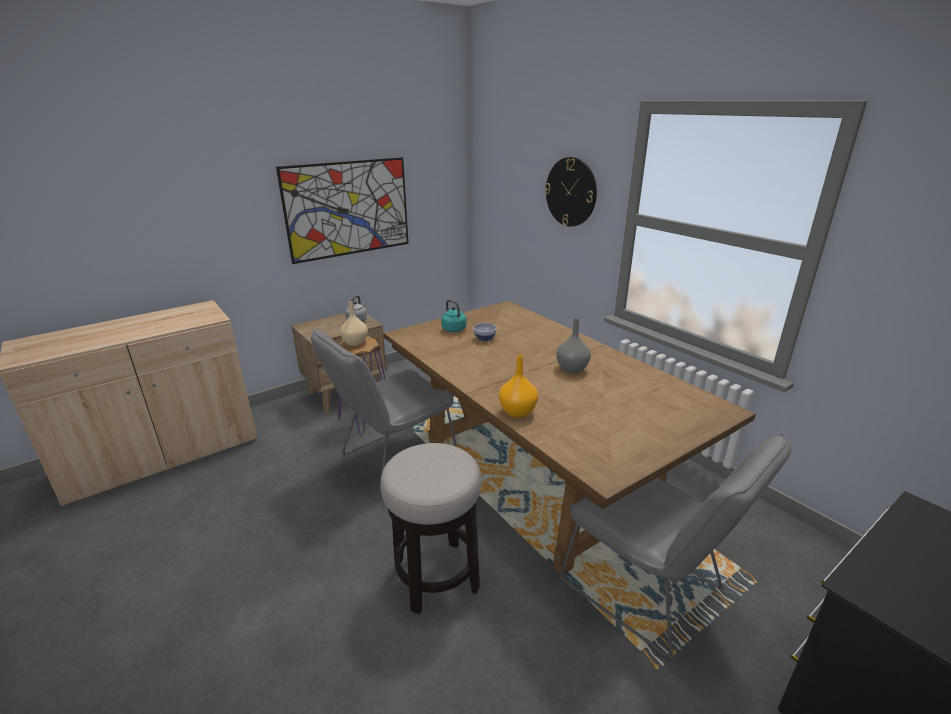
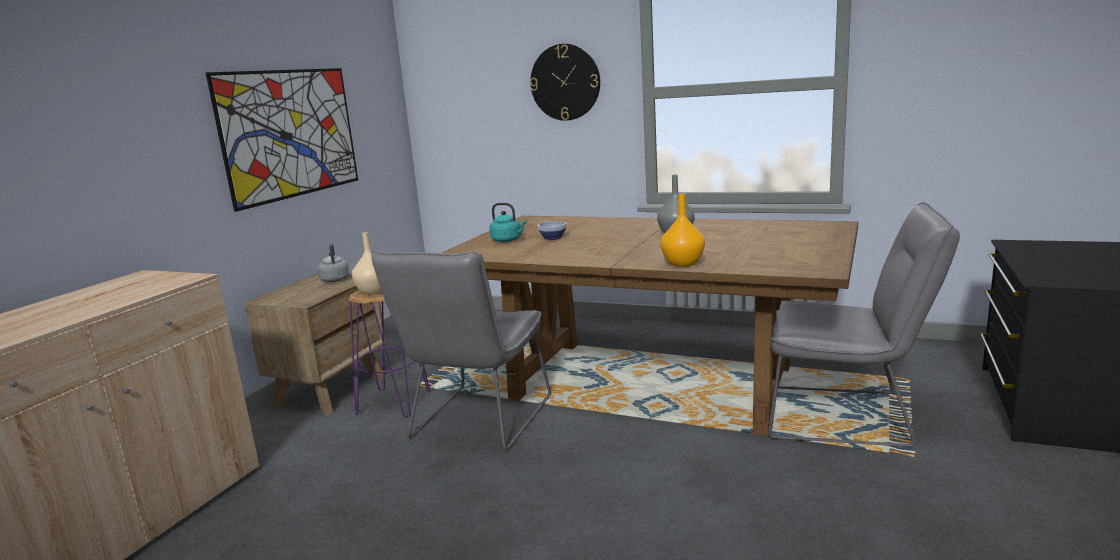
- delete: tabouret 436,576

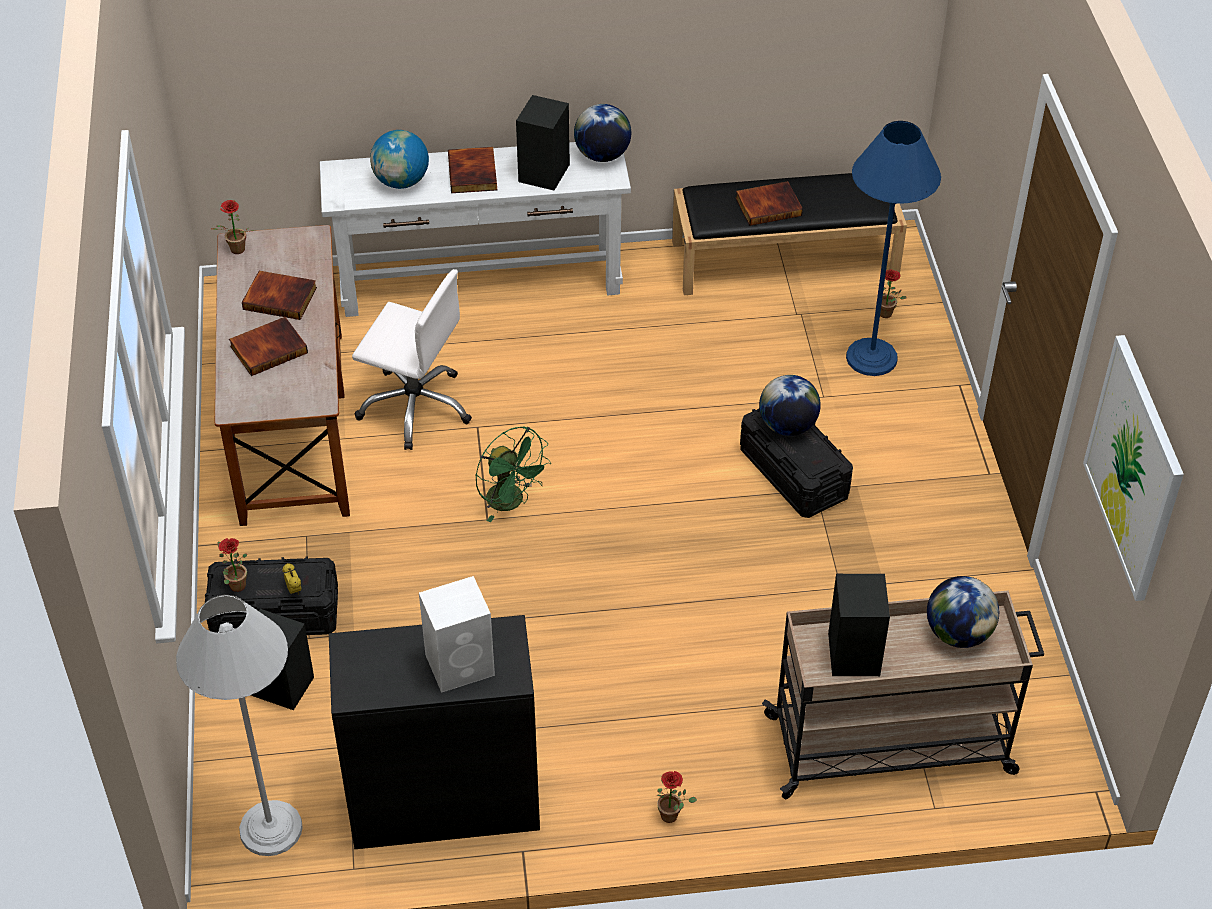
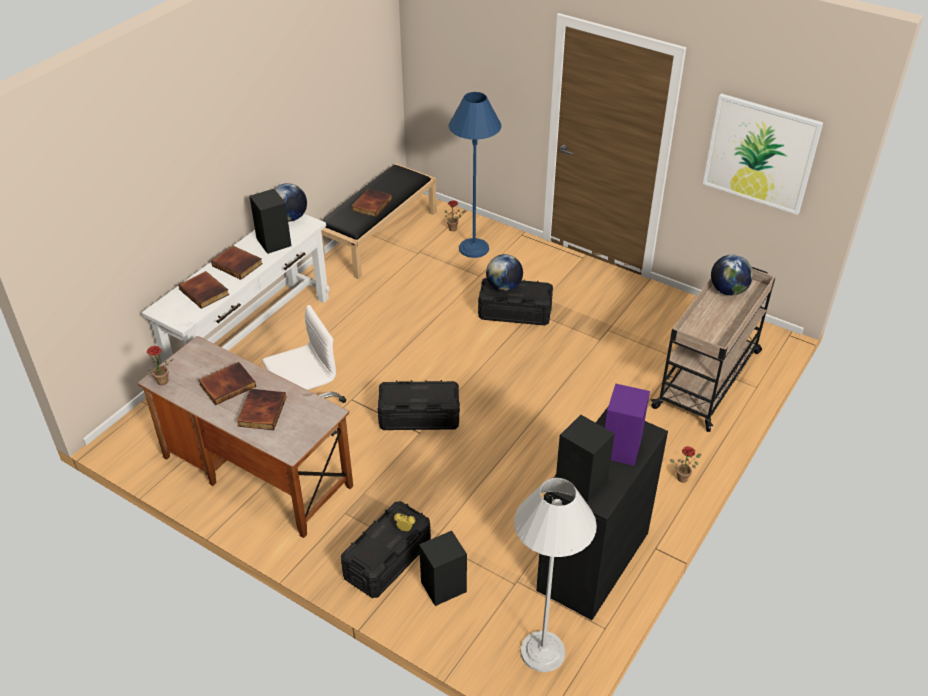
- replace: globe 401,182 to livre 205,292
- replace: ventilateur/vert 511,502 to boîte de rangement/noir 419,417
- delete: plante en pot 235,584
- move: enceinte/noir 854,656 to 582,482
- recolor: enceinte/blanc 461,664 to enceinte/violet 621,447

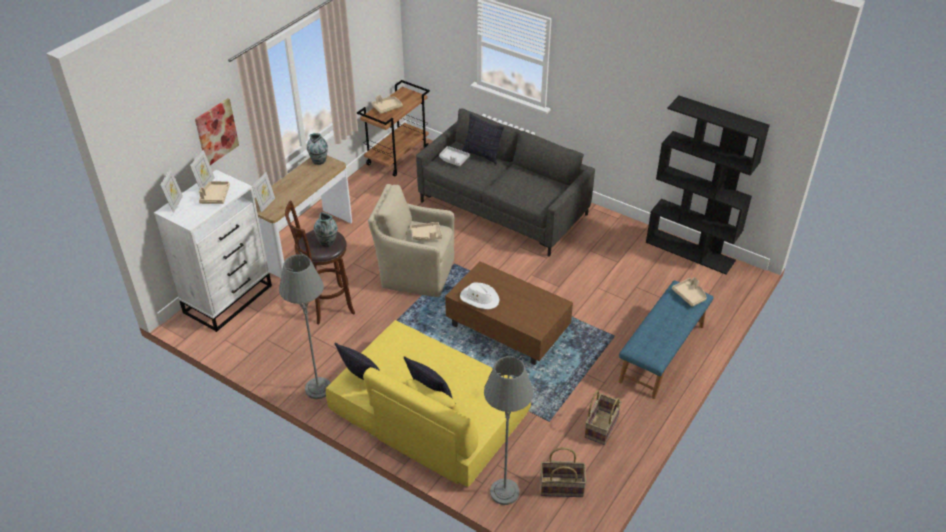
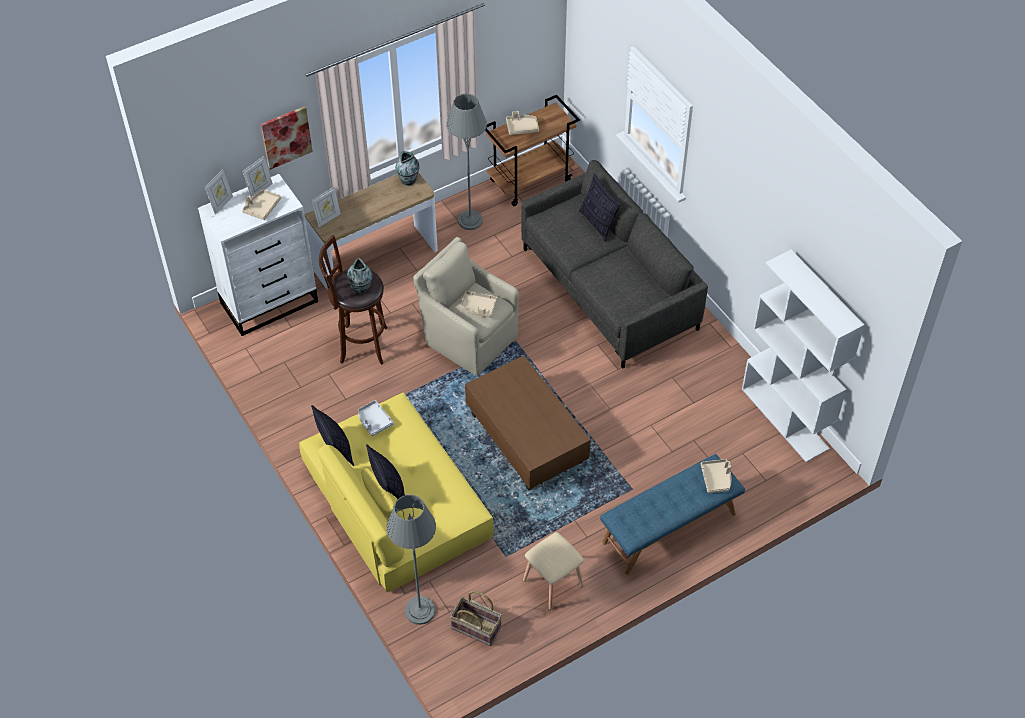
- recolor: bibliothèque/noir 690,251 to bibliothèque/blanc 785,419
- move: plateau/gris 453,159 to 374,421
- move: lampadaire/gris 318,389 to 470,220
- delete: chapeau/blanc 479,298
- replace: panier 600,426 to tabouret/beige 553,582

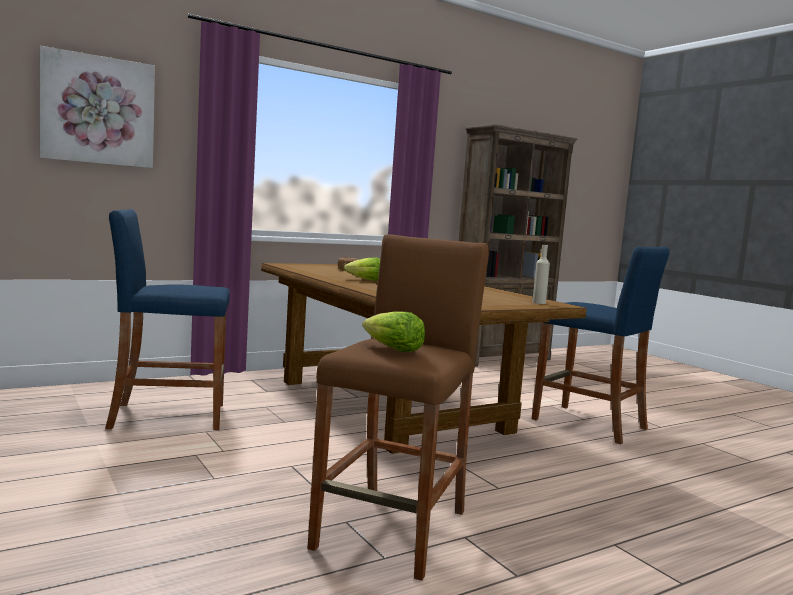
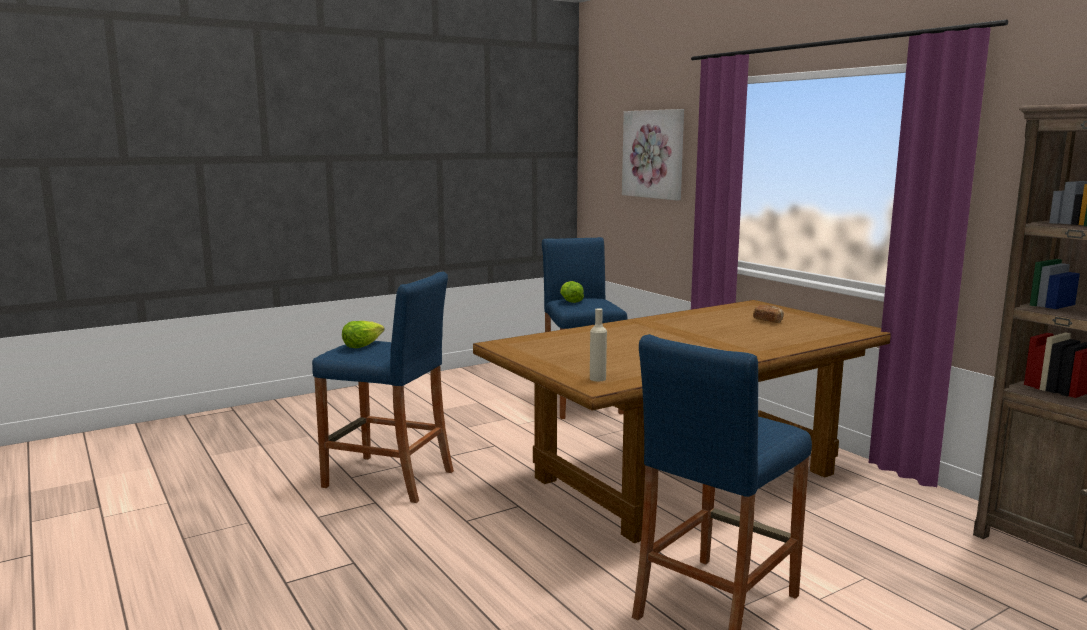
- recolor: tabouret/marron 392,530 to tabouret/bleu 388,479
- move: laitue 366,280 to 570,301

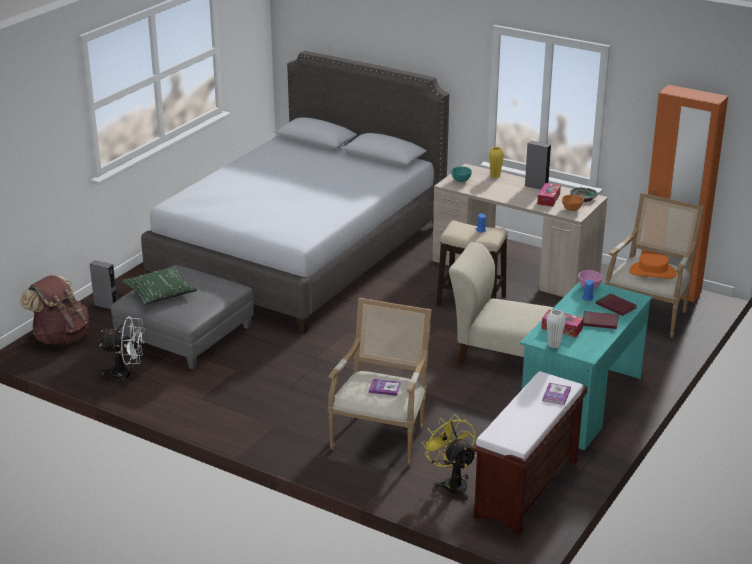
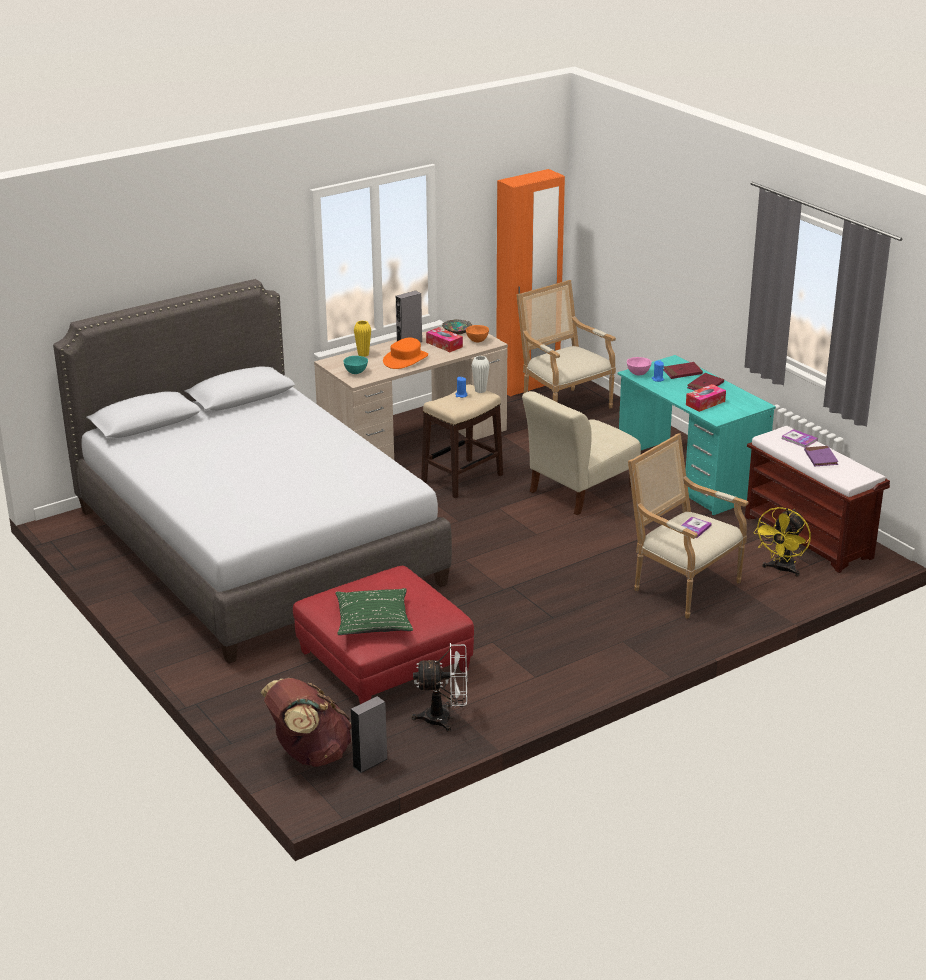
- move: chapeau/orange 652,272 to 405,359
- move: enceinte/gris 106,306 to 370,762
- recolor: pouf/gris 186,334 to pouf/rouge 384,660
- move: vase/blanc 554,345 to 480,390
- rotate: ventilateur/blanc 127,375 = 445,718 60 degrees clockwise
- rotate: ventilateur/jaune 452,483 = 781,569 60 degrees counterclockwise
- insert: livre/violet 820,458

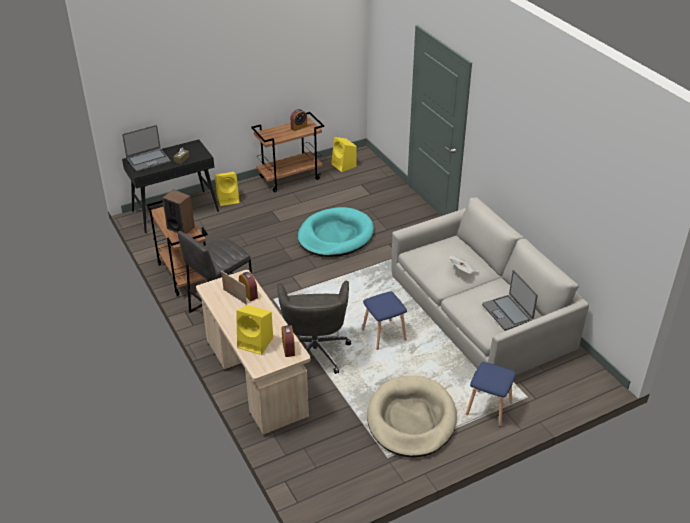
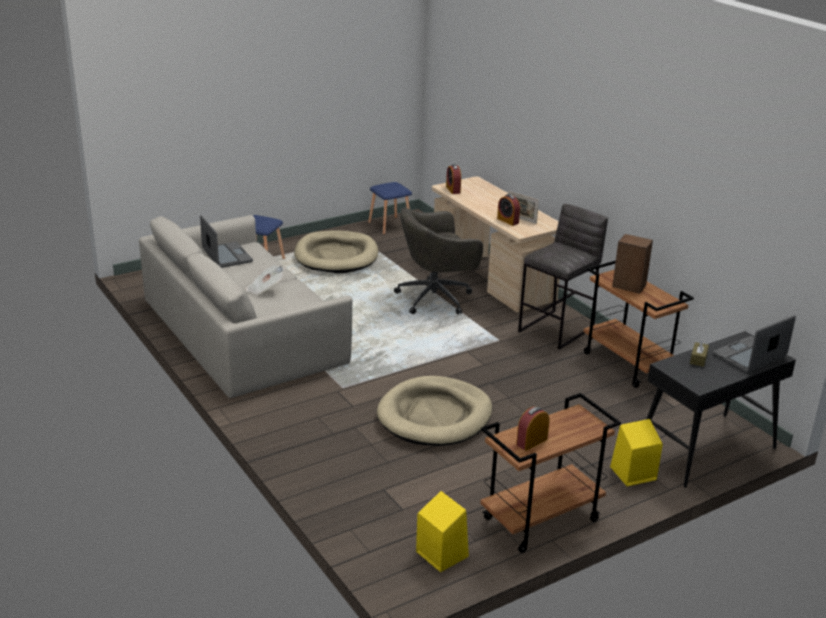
- recolor: panier pour chien/turquoise 335,236 to panier pour chien/beige 435,416
- rotate: chaise de bureau/gris 315,350 = 436,298 105 degrees counterclockwise
- move: tabouret/bleu 383,335 to 390,225
- delete: enceinte/jaune 256,342

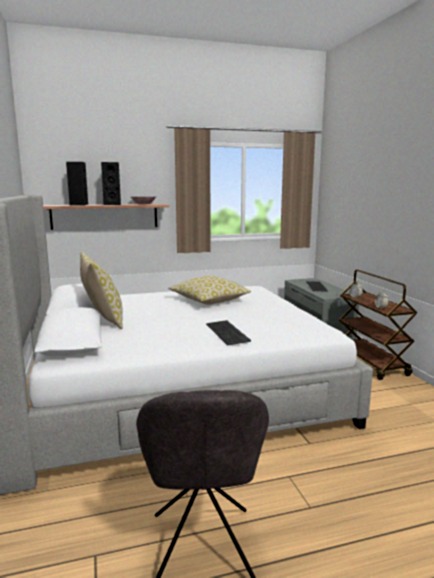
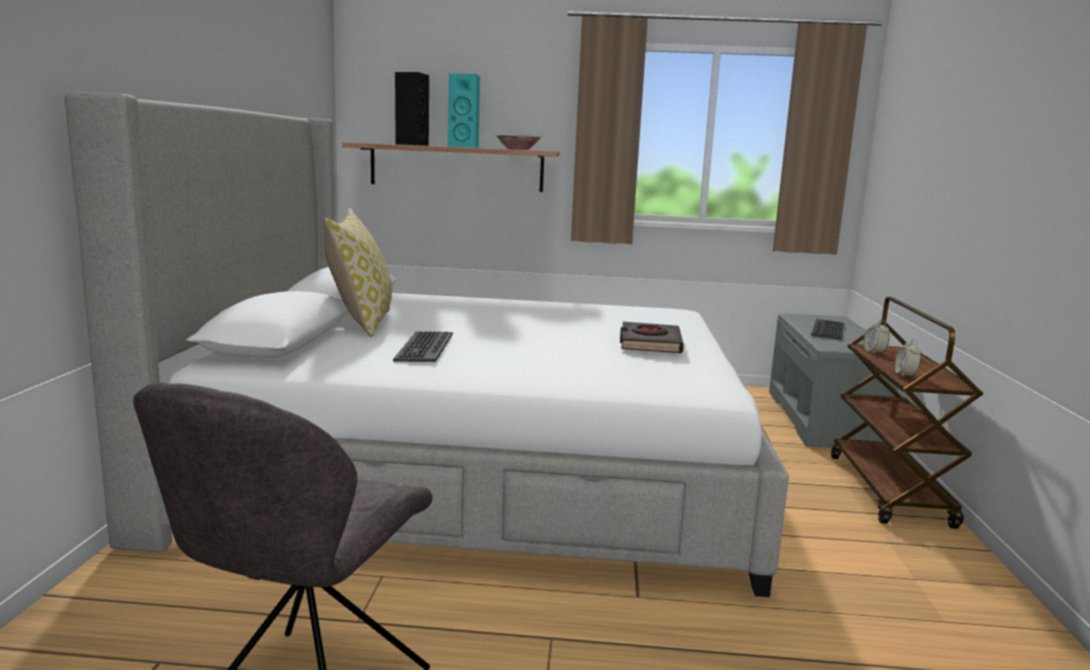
- recolor: enceinte/noir 113,204 to enceinte/turquoise 465,147
- delete: coussin 209,300
- move: clavier 226,333 to 423,347
- insert: livre/noir 650,344

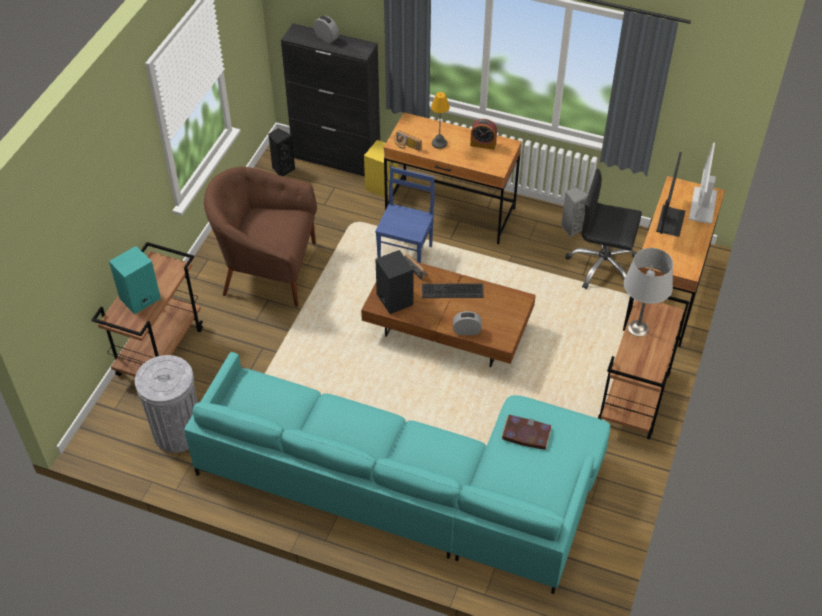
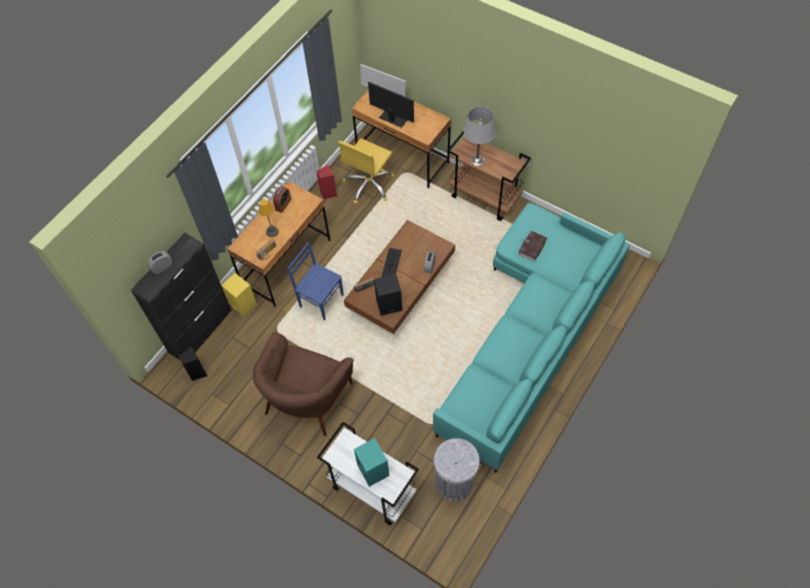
- recolor: chaise de bureau/noir 602,266 to chaise de bureau/jaune 369,185
- recolor: enceinte/gris 572,227 to enceinte/rouge 328,193
- recolor: chariot/marron 160,351 to chariot/blanc 371,489

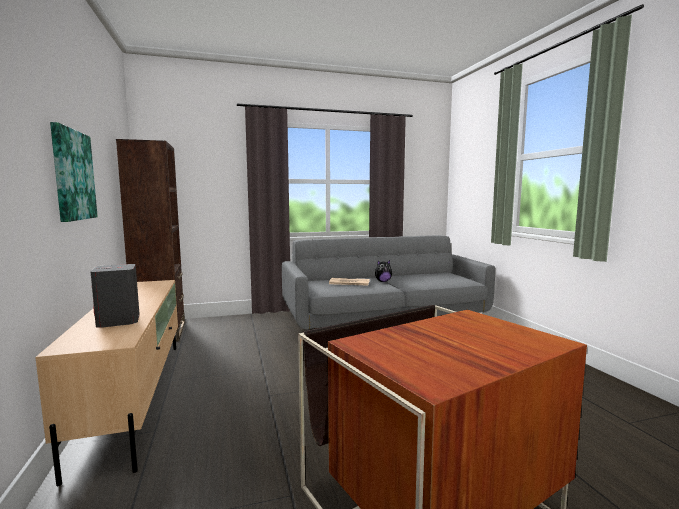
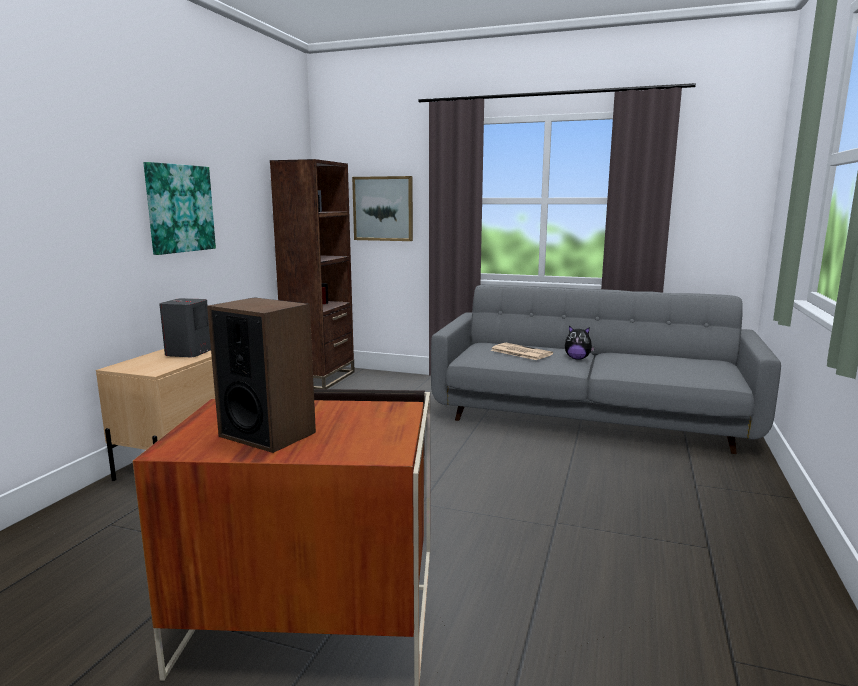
- insert: tableau 383,208
- insert: enceinte 267,434

